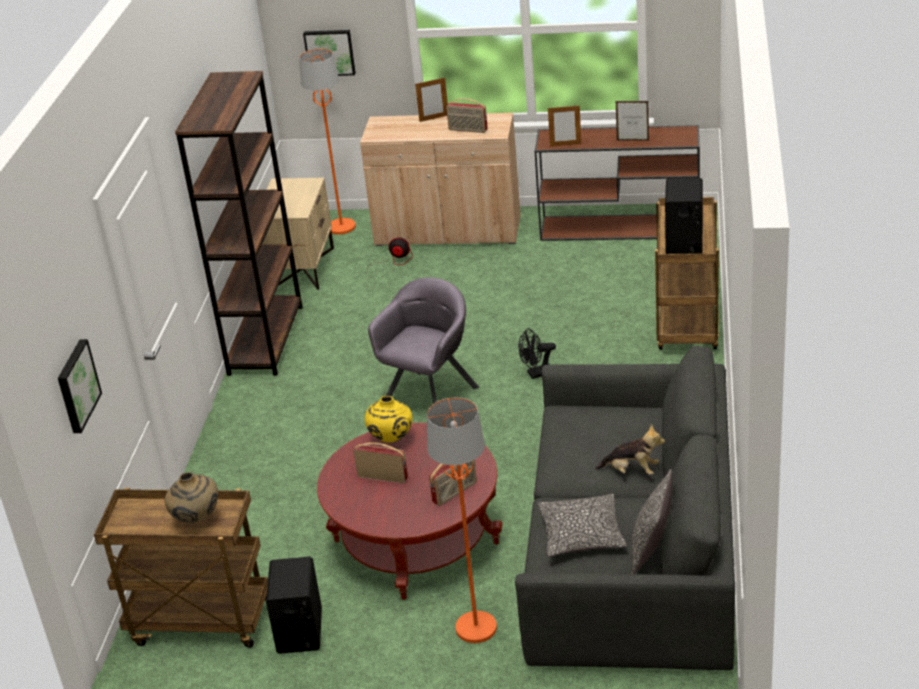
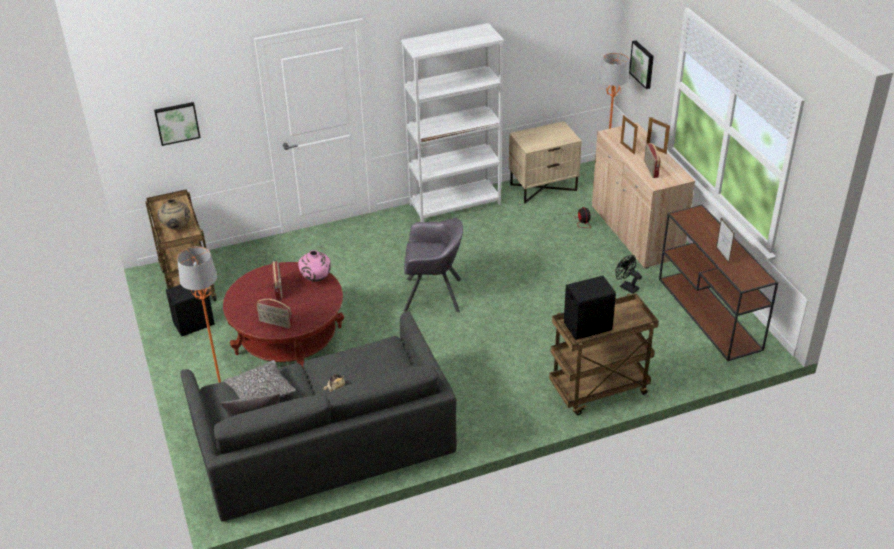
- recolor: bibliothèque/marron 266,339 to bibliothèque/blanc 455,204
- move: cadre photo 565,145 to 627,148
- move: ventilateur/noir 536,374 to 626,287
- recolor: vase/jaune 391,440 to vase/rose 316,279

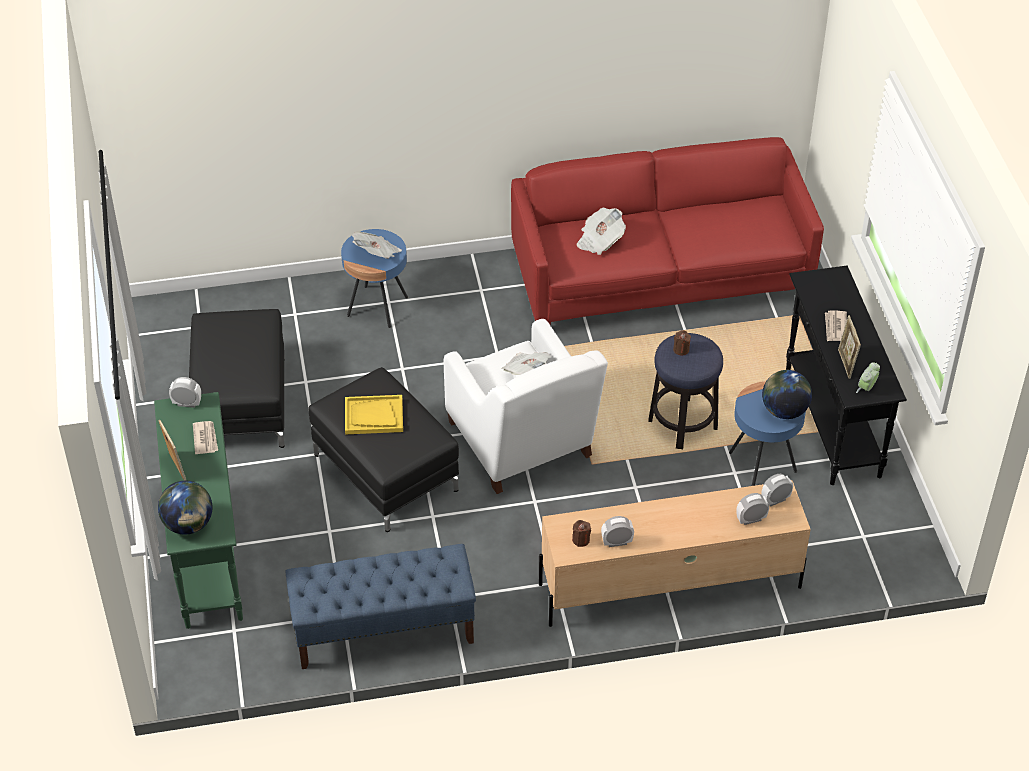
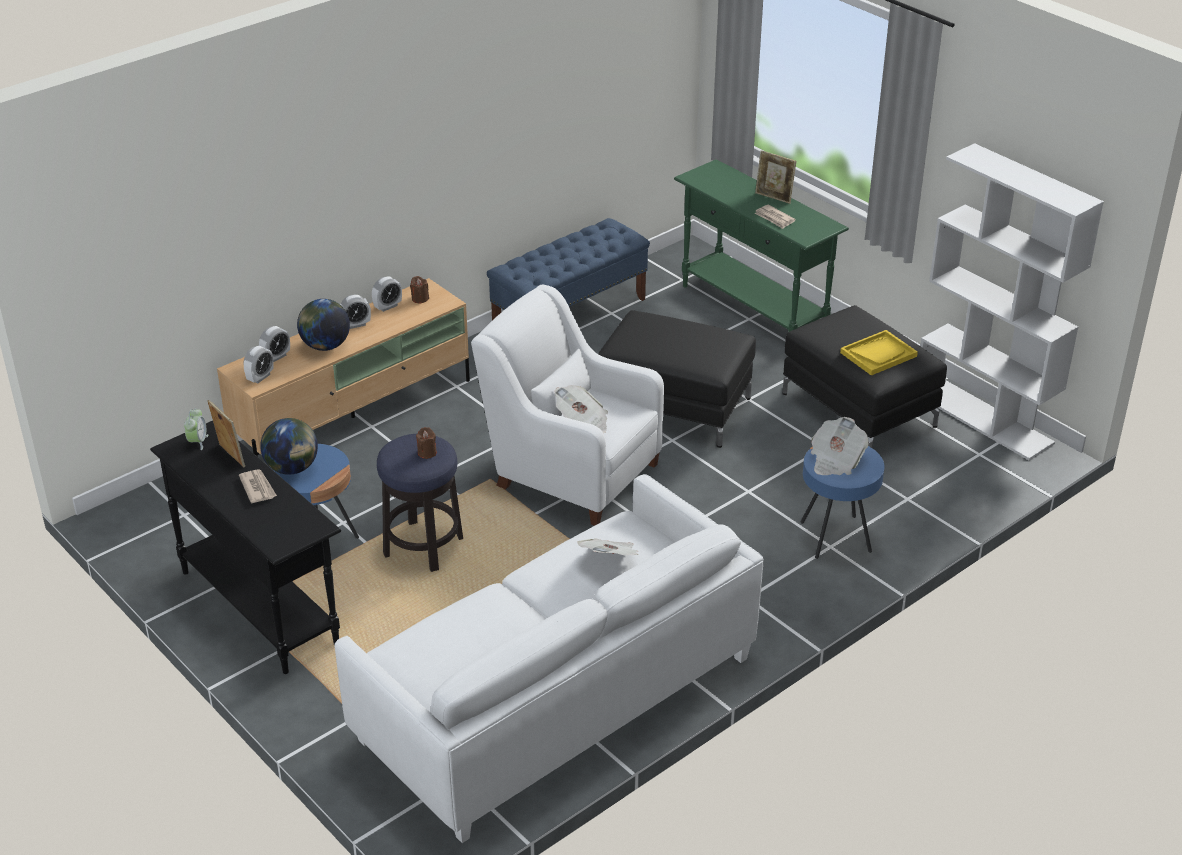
- recolor: canapé/rouge 661,276 to canapé/blanc 555,698
- move: réveil 187,403 to 356,325
- move: plateau/jaune 373,416 to 878,354
- move: globe 188,524 to 325,346
- insert: bibliothèque/blanc 984,418

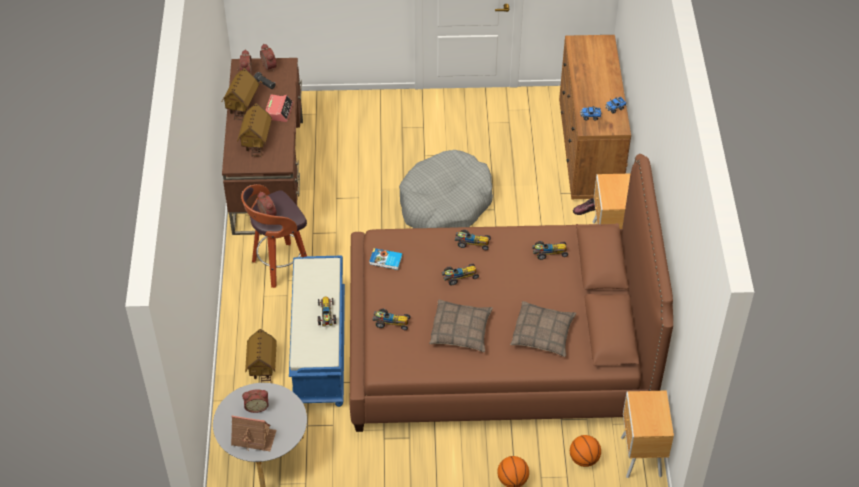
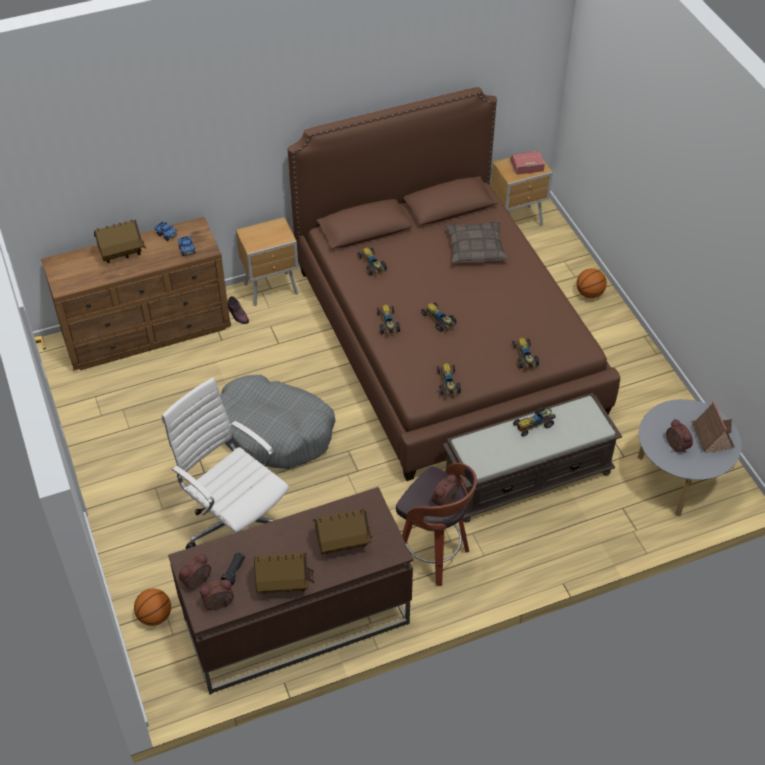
- move: réveil 279,111 to 526,165
- replace: livre 386,260 to petite voiture 448,384
- recolor: banc/bleu 320,349 to banc/marron 527,477
- delete: coussin 461,330
- move: maison miniature 262,366 to 122,254
- move: ballon de basket 584,459 to 155,616
- insert: chaise de bureau/blanc 237,524

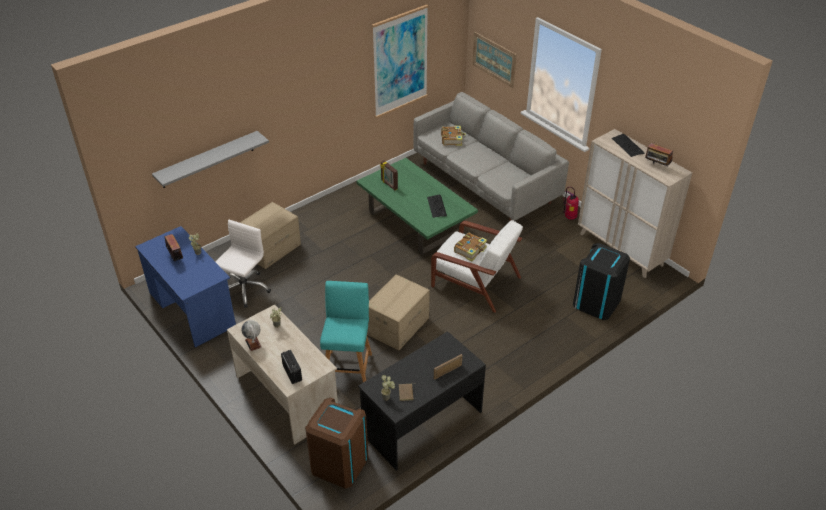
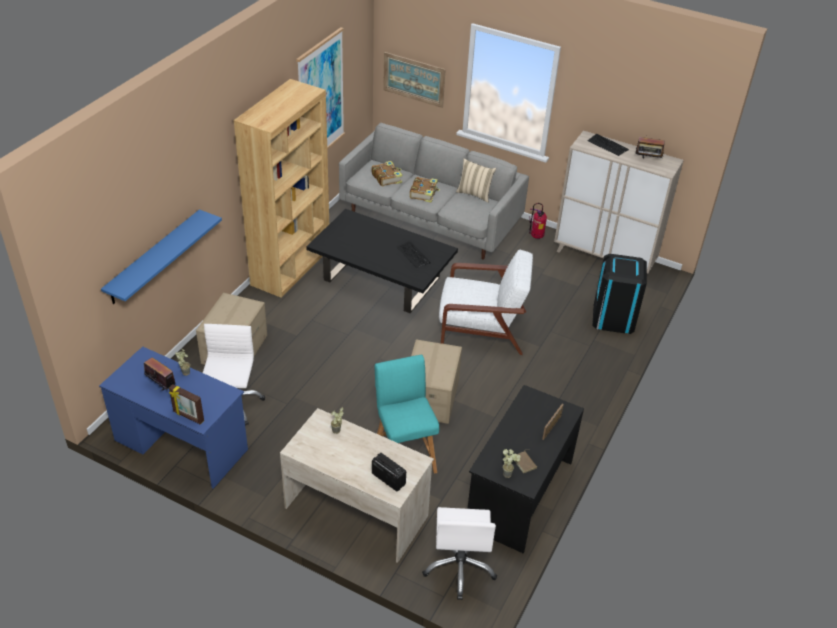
- recolor: étagère/gris 207,160 to étagère/bleu 154,257
- recolor: table basse/vert 416,222 to table basse/noir 383,278
- move: cadre photo 389,184 to 188,416
- move: livre 470,250 to 424,193
- delete: globe 253,343
- replace: poubelle/marron 339,464 to chaise de bureau/blanc 460,567
- insert: bibliothèque/marron 291,267
- insert: coussin/beige 474,194

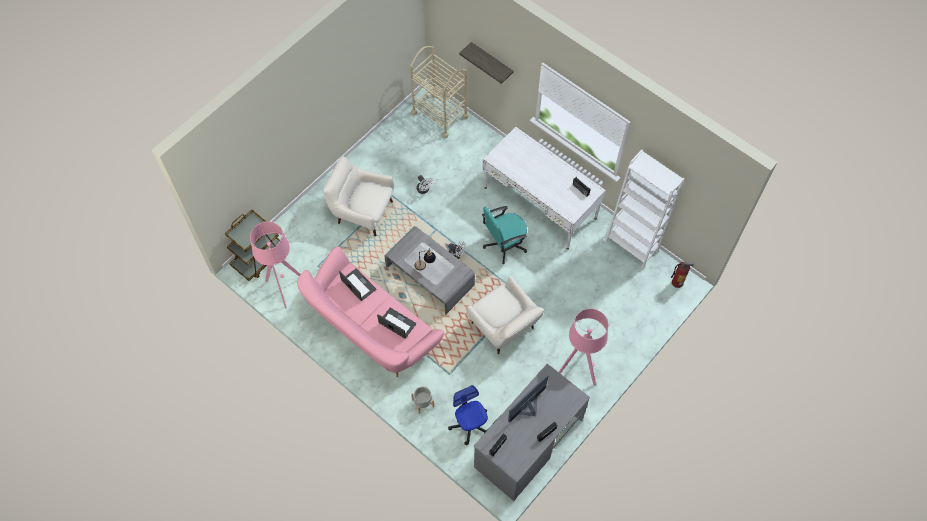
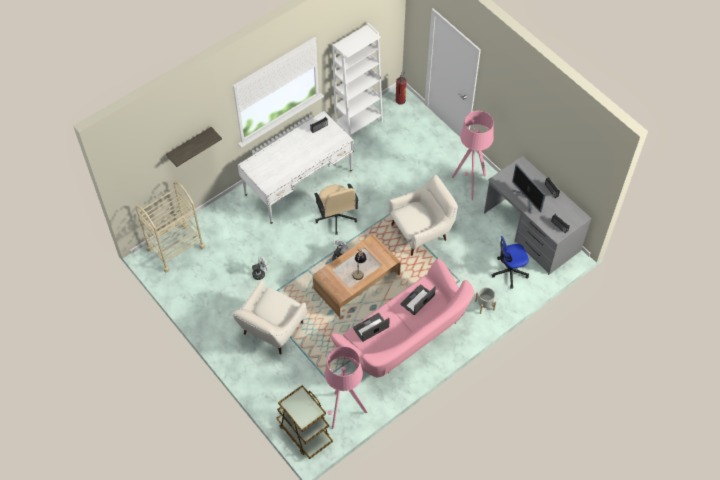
- recolor: chaise de bureau/turquoise 504,244 to chaise de bureau/beige 336,217
- recolor: table basse/gris 430,276 to table basse/marron 357,282

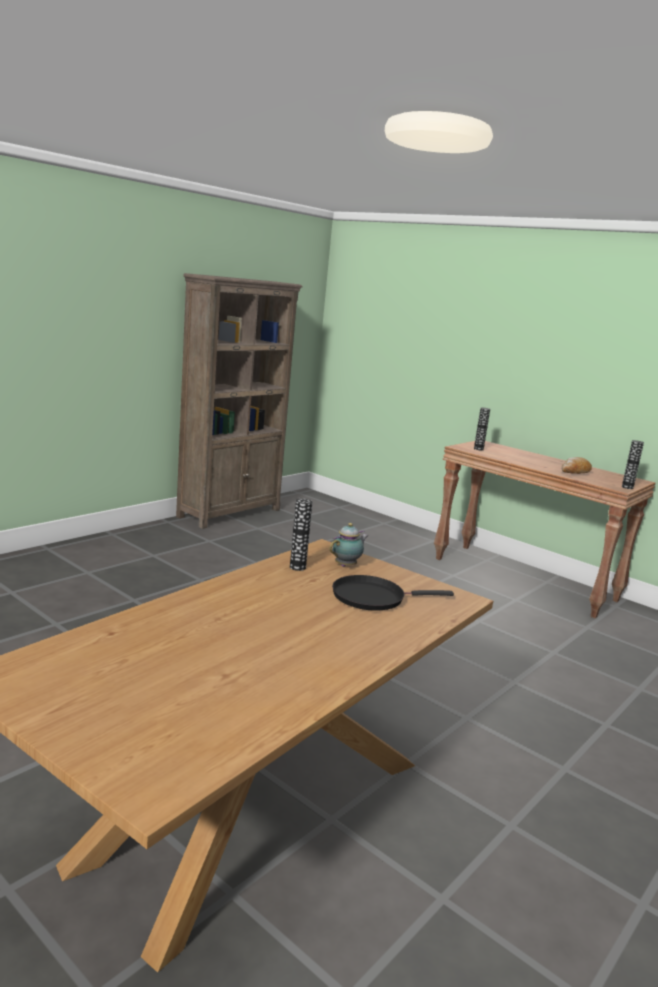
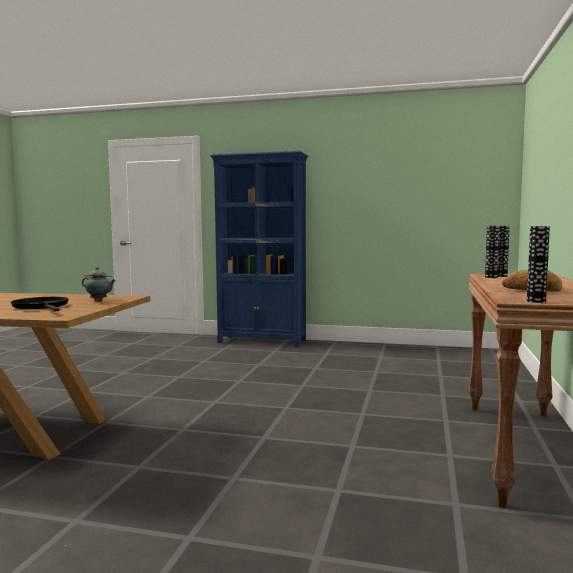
- delete: bibliothèque/marron 230,513
- move: vase 297,567 to 491,277
- insert: bibliothèque/bleu 262,341

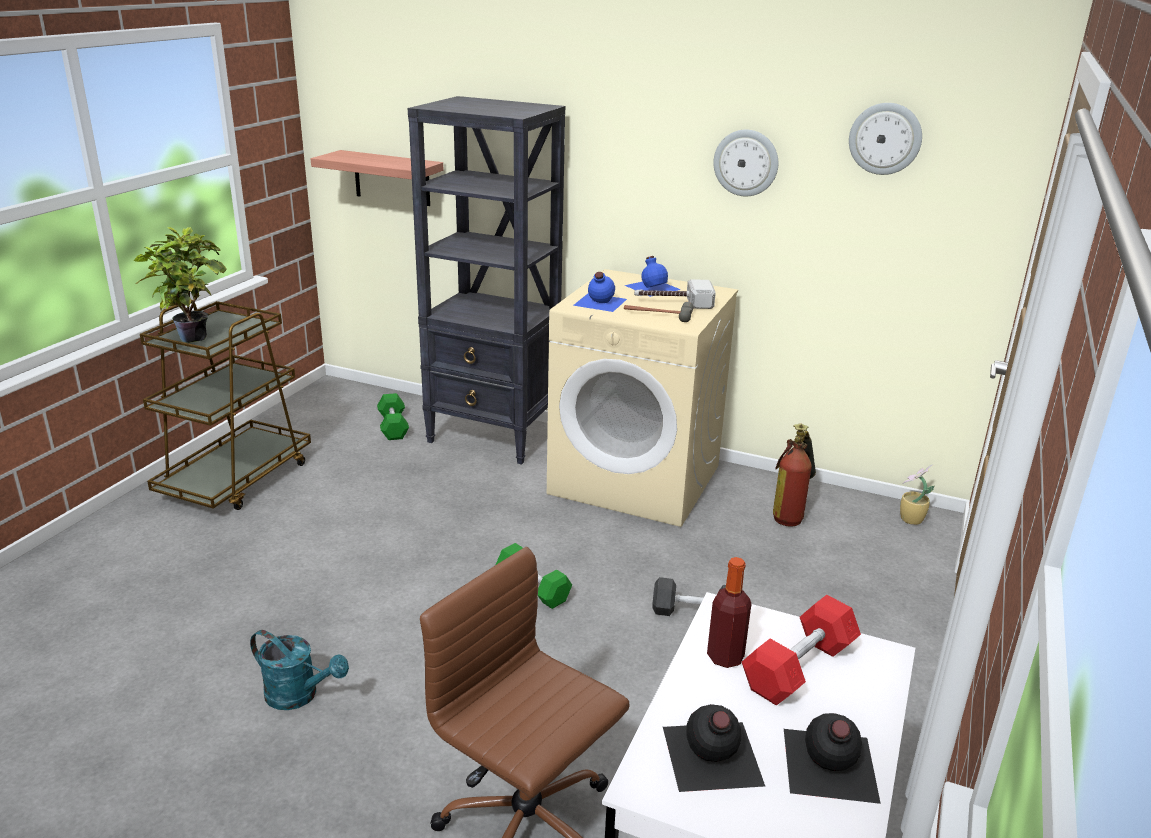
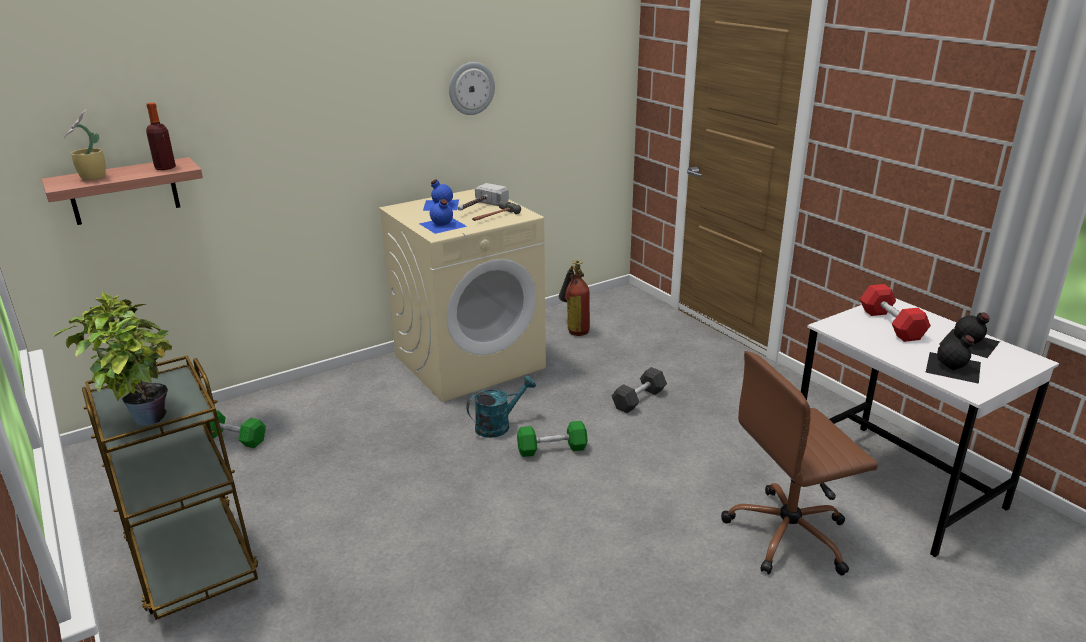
- delete: bibliothèque/noir 494,436
- delete: horloge murale 885,138
- move: plante en pot 910,520 to 92,178
- move: bouteille 725,657 to 165,168
- move: arrosoir/turquoise 299,695 to 498,425

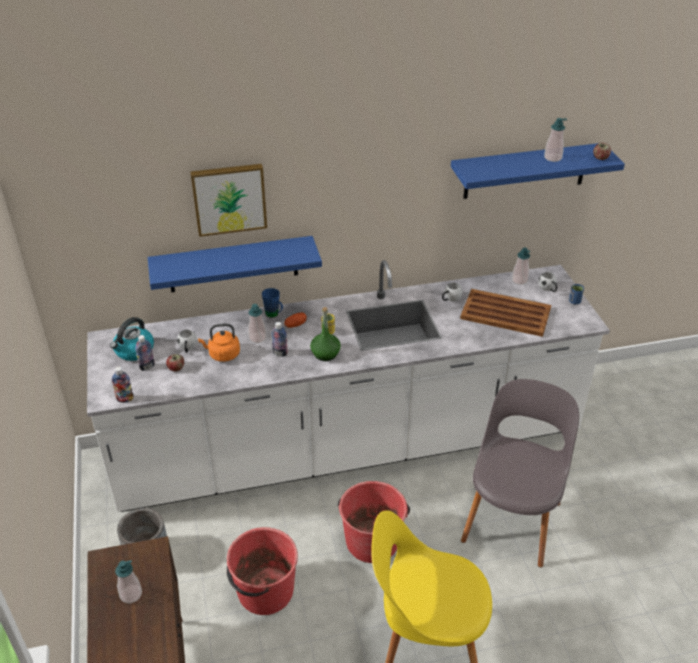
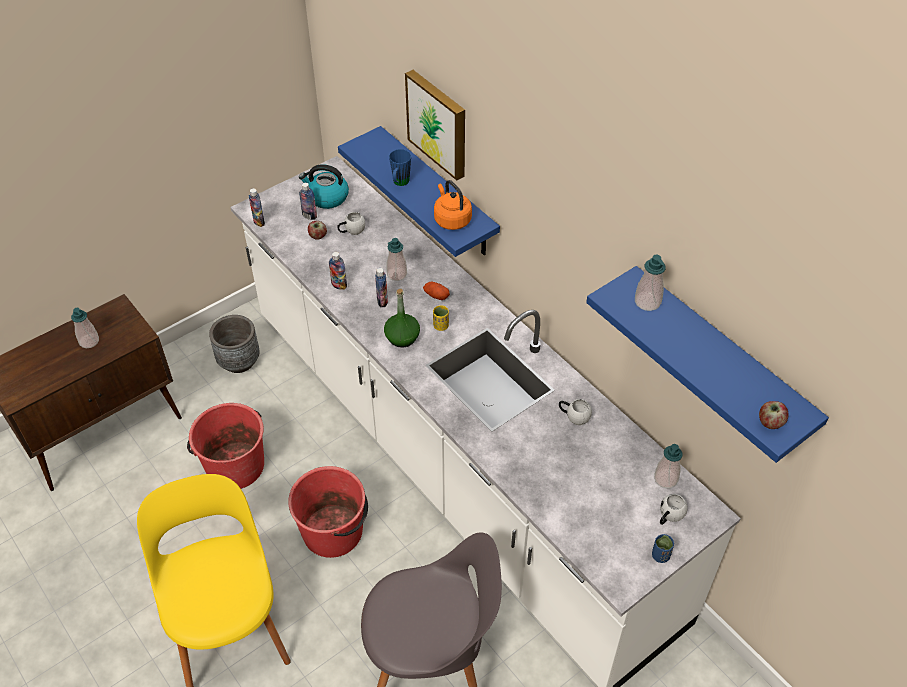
- move: distributeur de savon 552,158 to 647,302
- move: mug/bleu 274,315 to 399,183
- delete: plateau/marron 504,313
- move: bouilloire/orange 222,355 to 451,219
- insert: bouteille 339,285

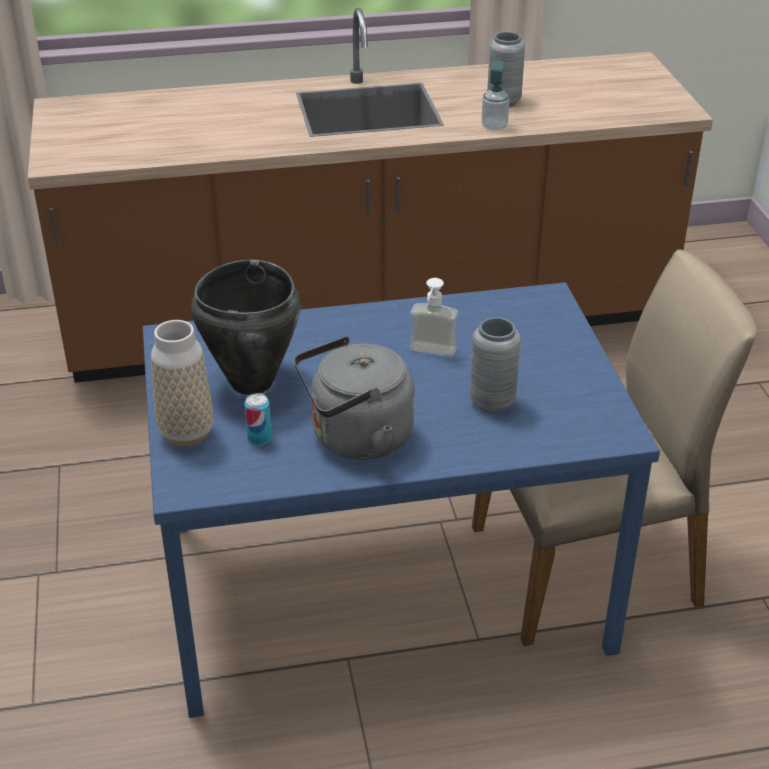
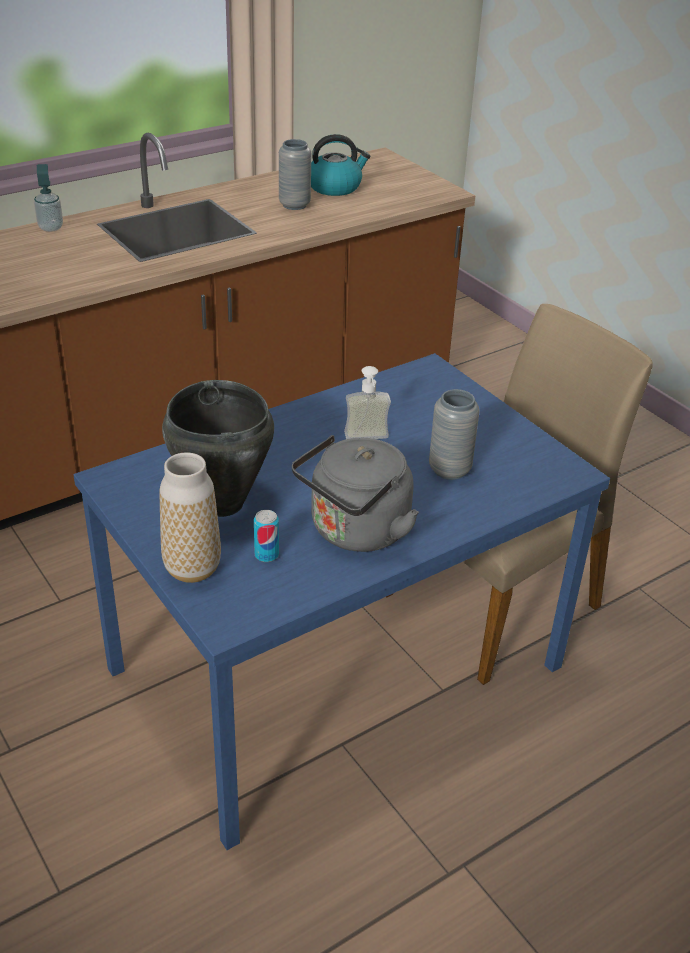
- move: distributeur de savon 494,126 to 50,228
- insert: bouilloire 335,187

